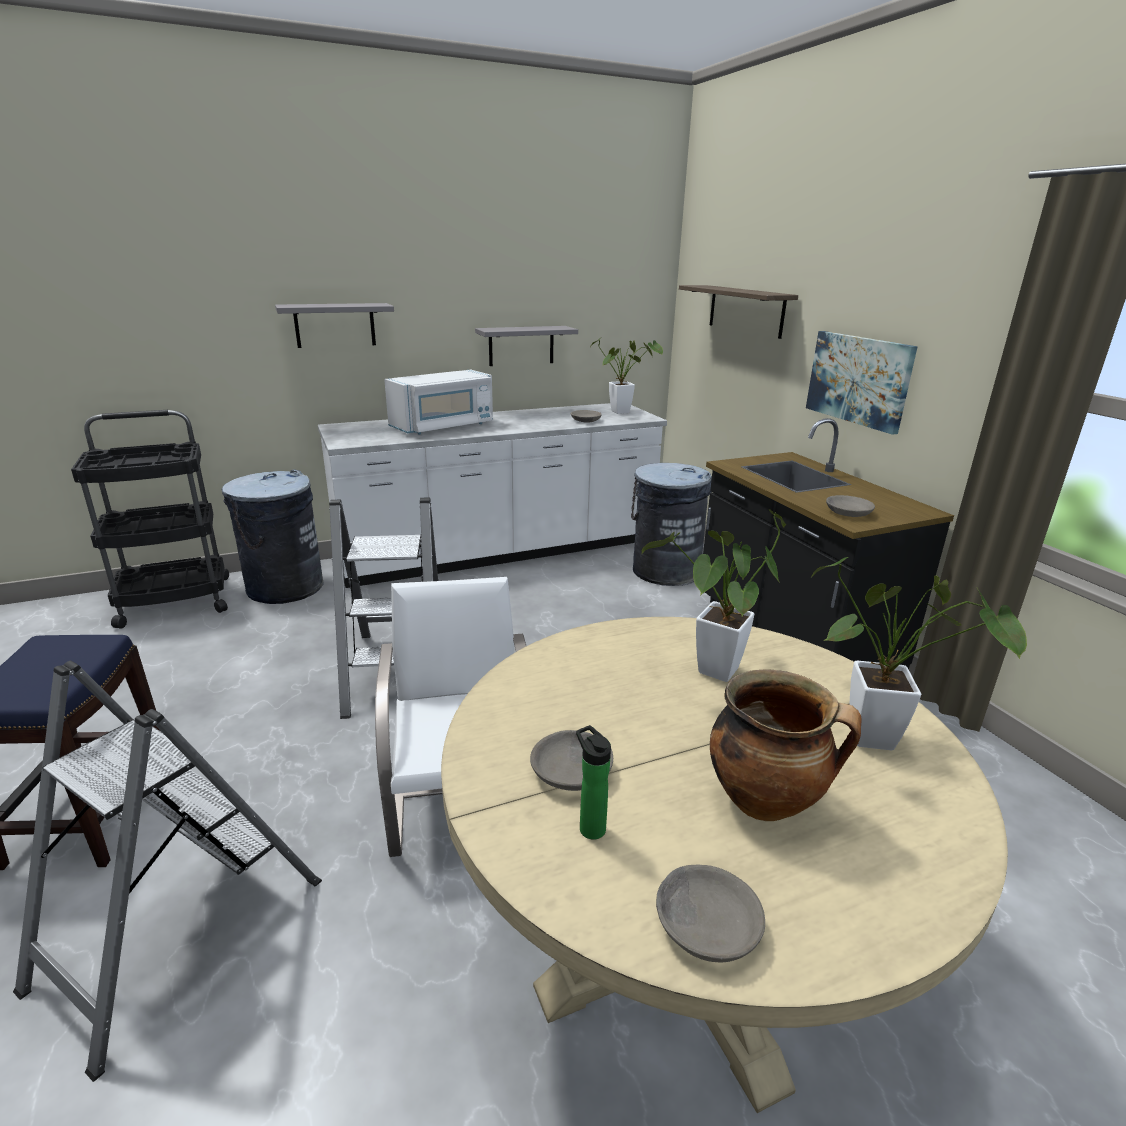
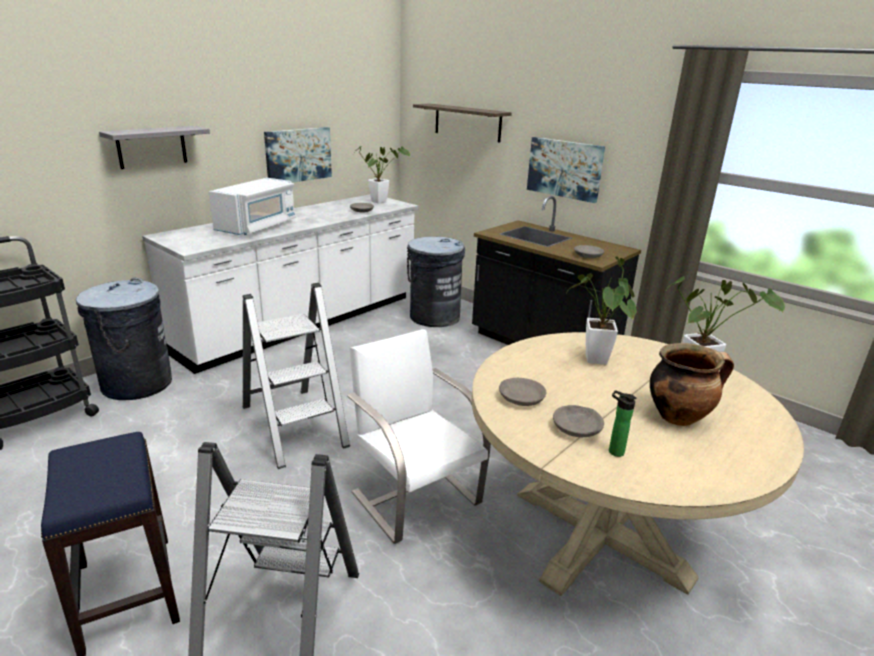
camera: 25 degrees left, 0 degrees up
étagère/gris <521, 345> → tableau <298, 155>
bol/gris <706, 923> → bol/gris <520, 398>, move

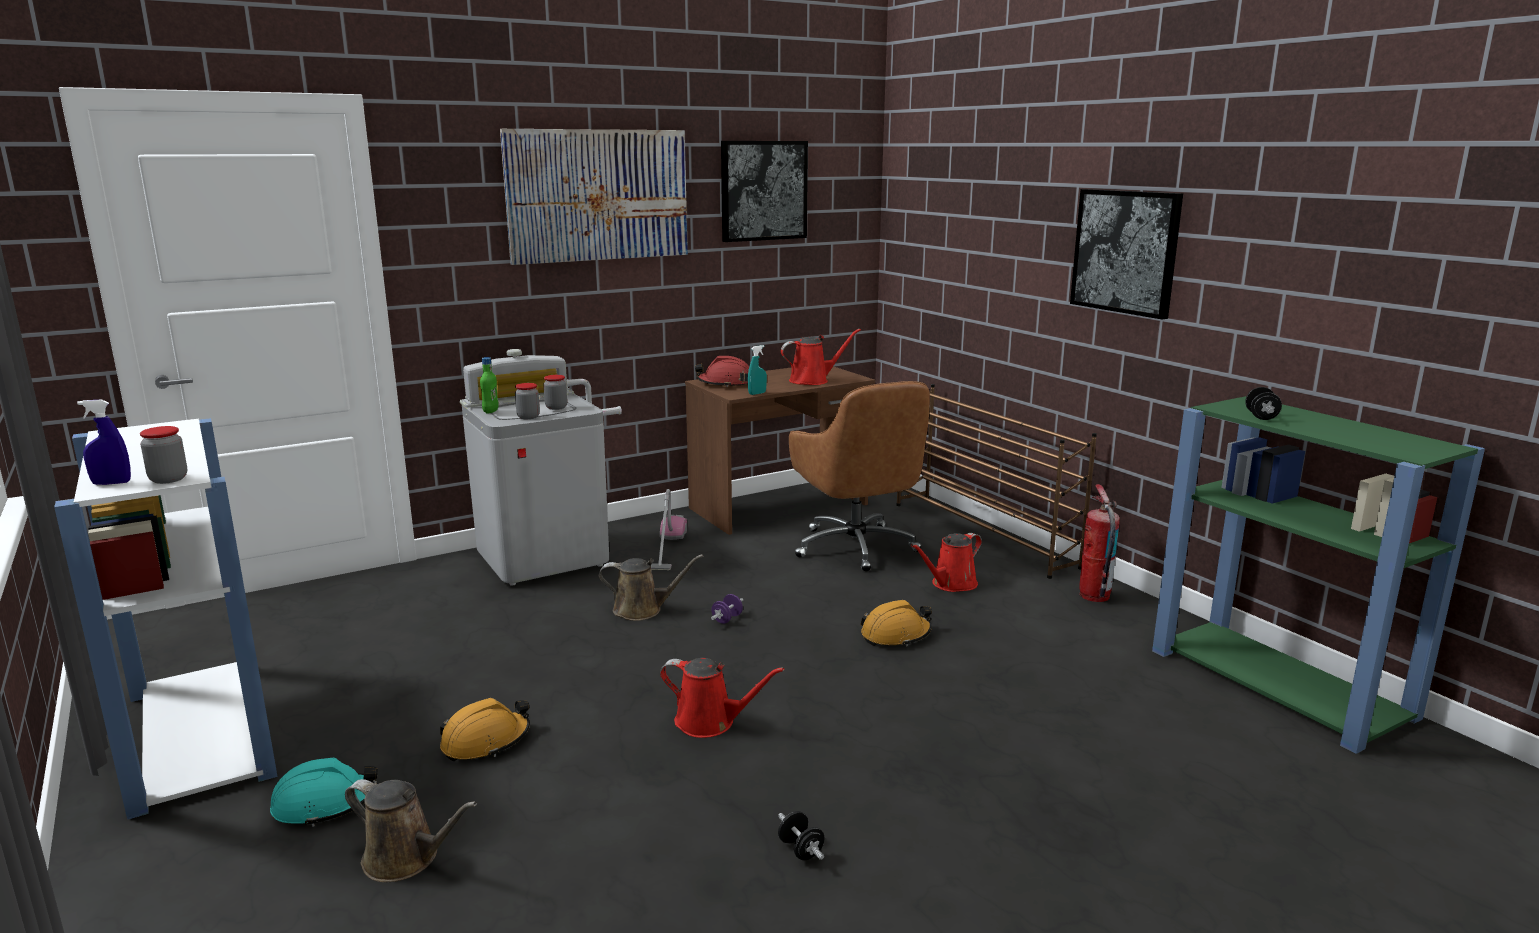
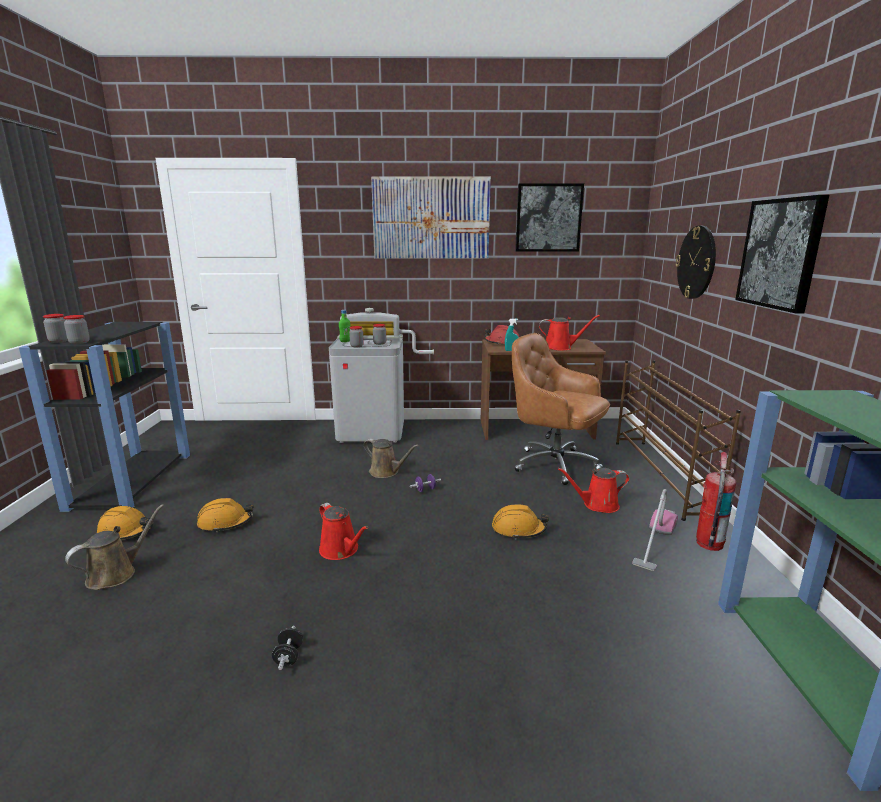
camera: 30 degrees right, 0 degrees up
bibliothèque/blanc <200, 732> → bibliothèque/noir <133, 479>
vaporisateur/bleu <111, 483> → bocal <59, 341>
casque de chantier/turquoise <325, 804> → casque de chantier/orange <126, 531>
arrosoir/marron <406, 859> → arrosoir/marron <116, 574>, 105 degrees counterclockwise
aspirateur <667, 548> → aspirateur <655, 543>, move
chaise de bureau/marron <854, 547> → chaise de bureau/marron <555, 464>, 120 degrees clockwise
haltère/noir <1261, 417> → -
- → horloge murale <696, 262>

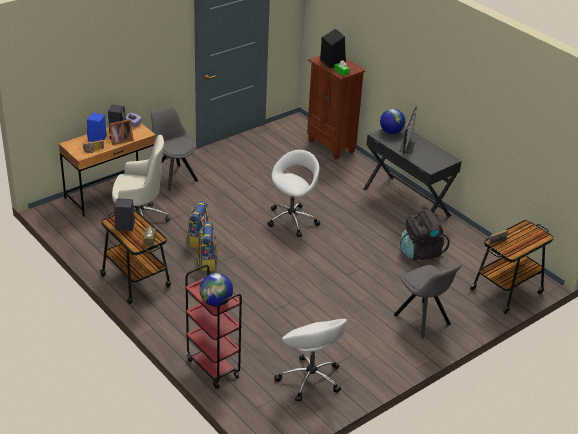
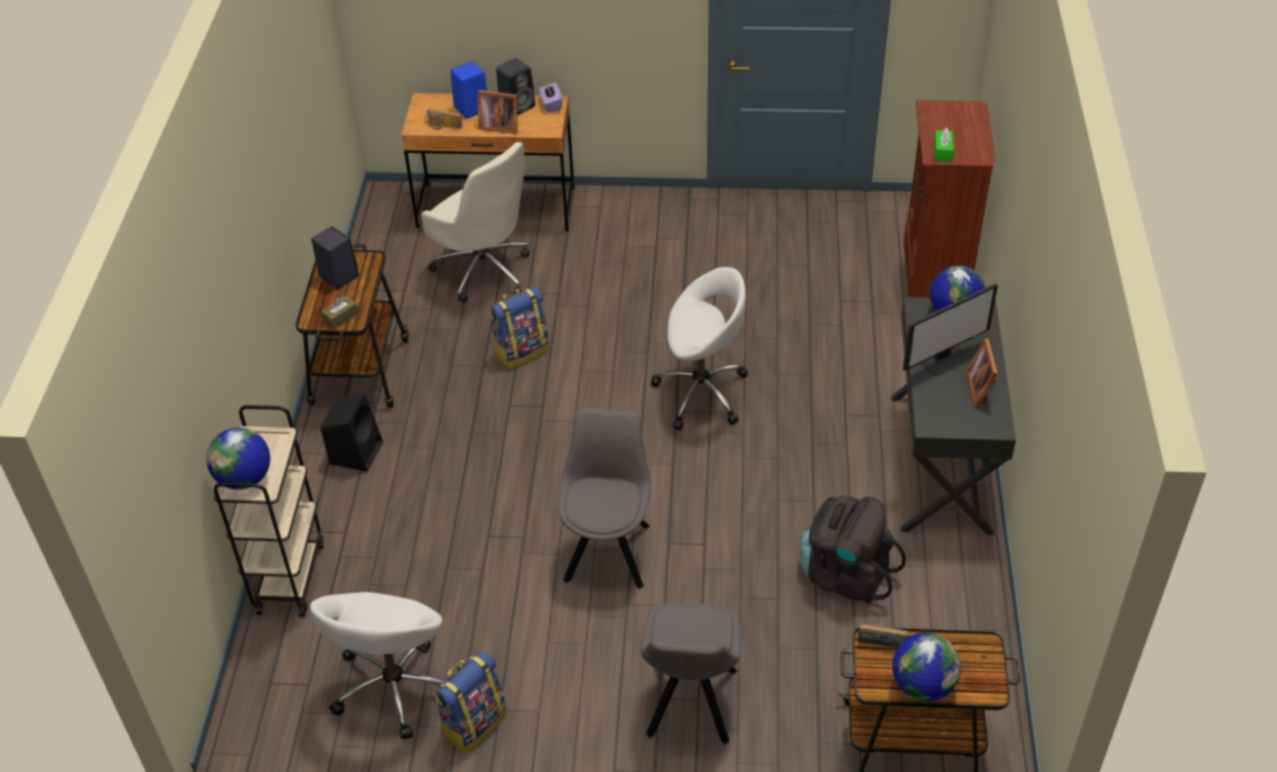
camera: 45 degrees right, 10 degrees up
chaise/gris <174, 177> → chaise/gris <608, 552>, move
chariot/rouge <212, 369> → chariot/beige <289, 578>
sac à dos <207, 262> → sac à dos <473, 723>, move
enceinte/noir <332, 62> → enceinte/noir <356, 451>, move
- → globe <923, 685>
- → cadre photo <982, 387>

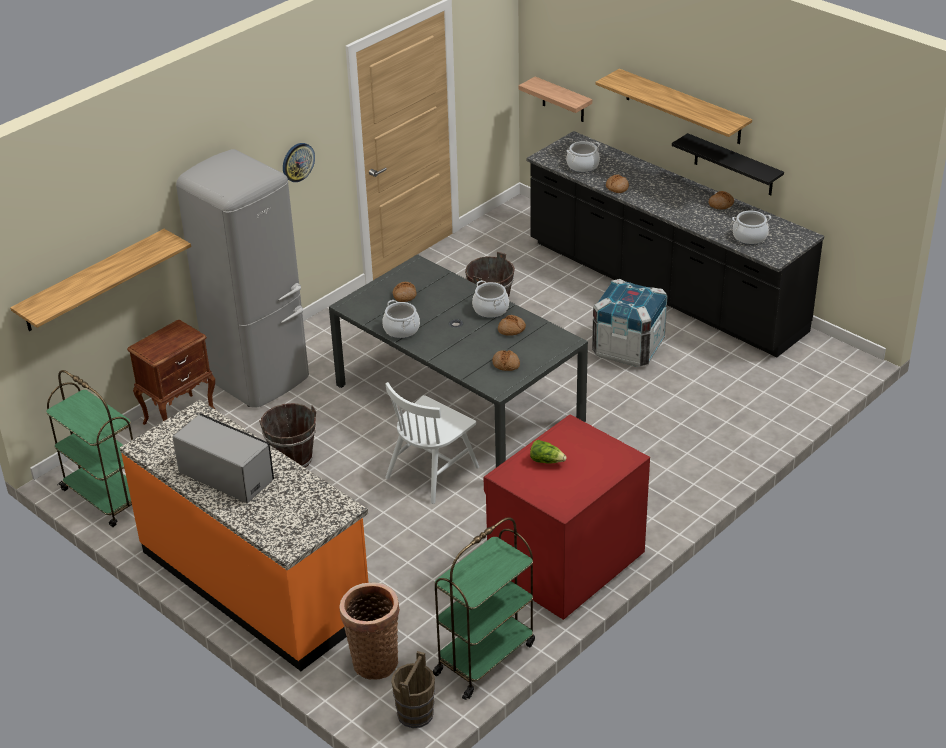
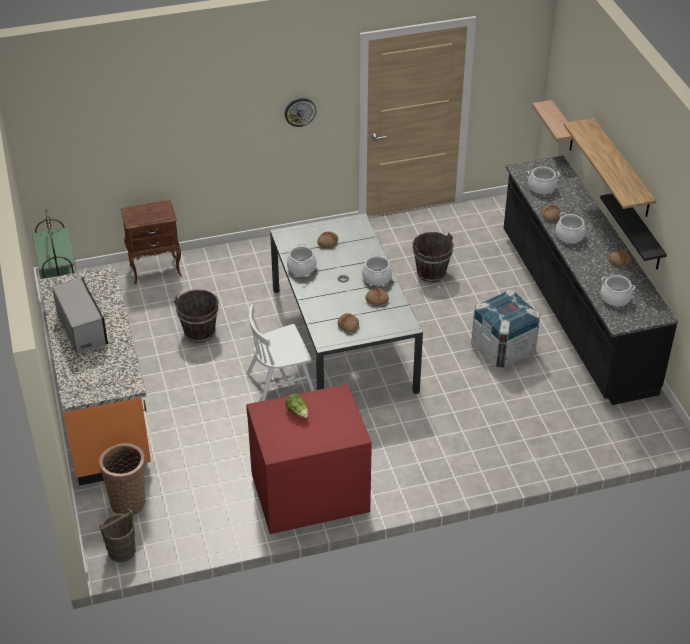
camera: 30 degrees right, 5 degrees up
étagère <92, 281> → -
réfrigérateur/gris <261, 379> → -
chariot/vert <486, 658> → -
- → marmite <569, 236>

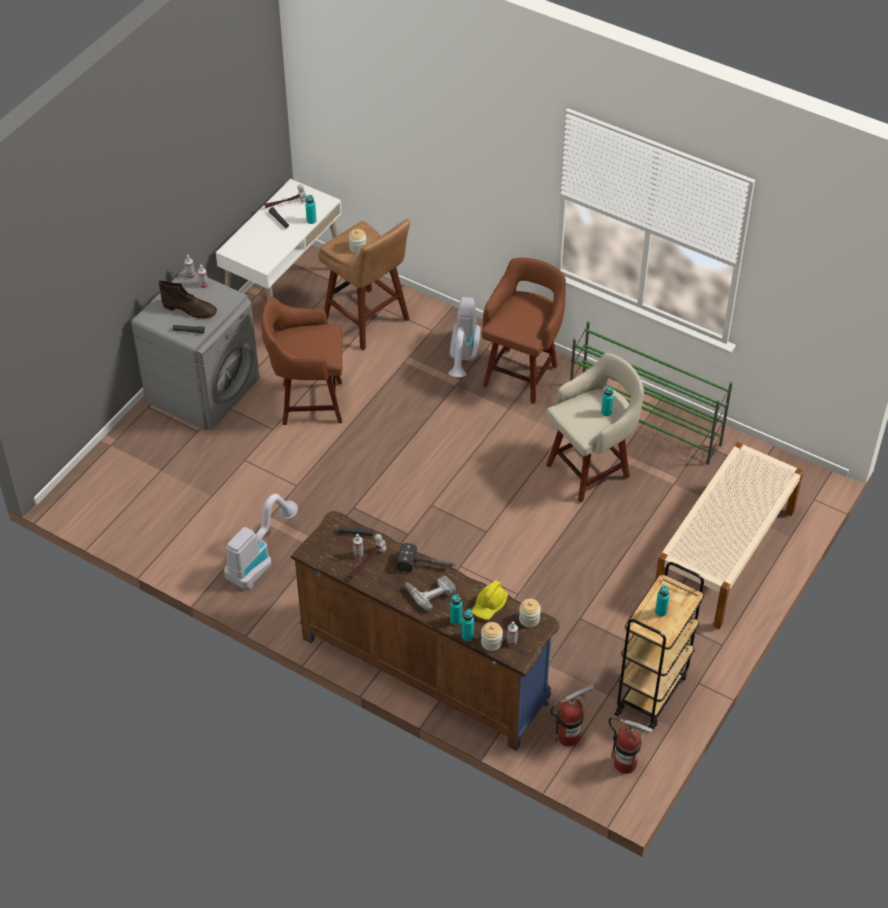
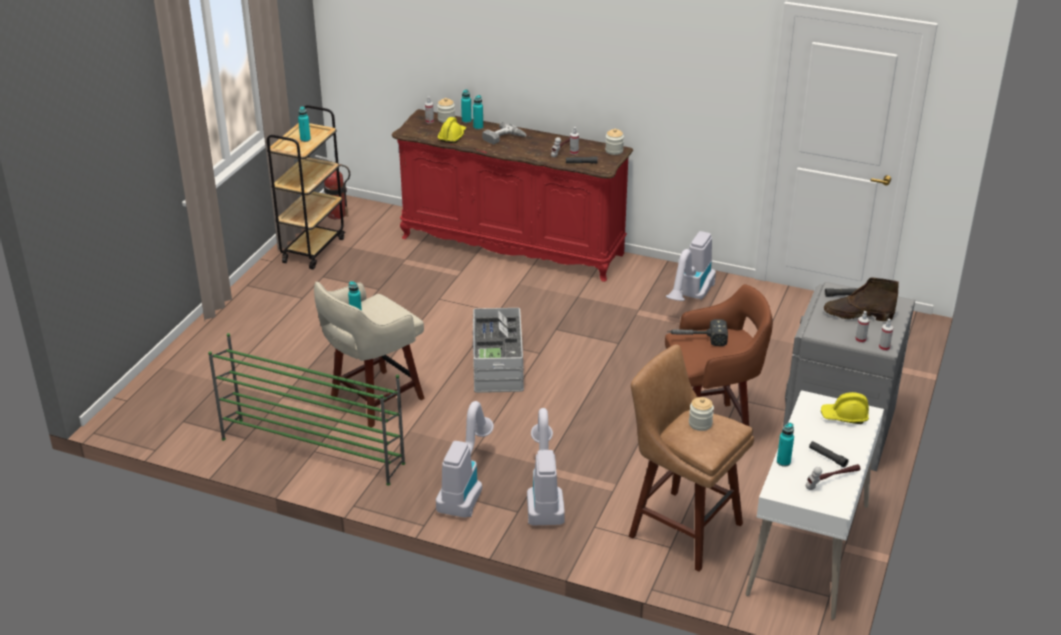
camera: 170 degrees right, 15 degrees down
meuble de rangement/bleu <425, 668> → meuble de rangement/rouge <511, 247>
marteau <427, 565> → marteau <696, 338>, move
tabouret/marron <522, 373> → aspirateur <465, 488>
bocal <529, 619> → bocal <614, 151>, move
extincteur <568, 736> → -
banc/beige <725, 554> → -
- → boîte de rangement/gris <497, 365>
- → casque de chantier/jaune <844, 416>

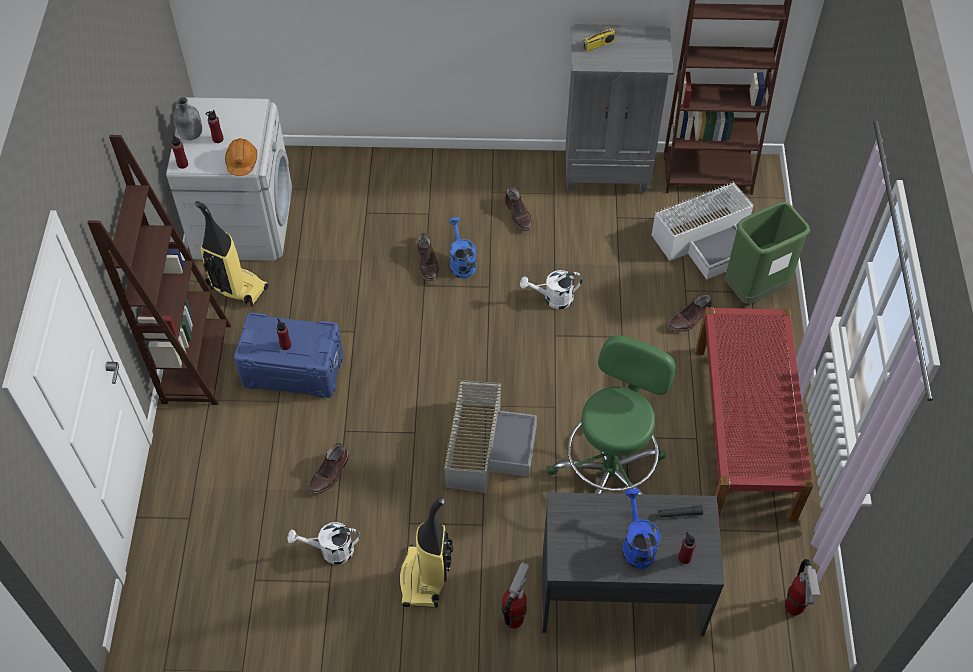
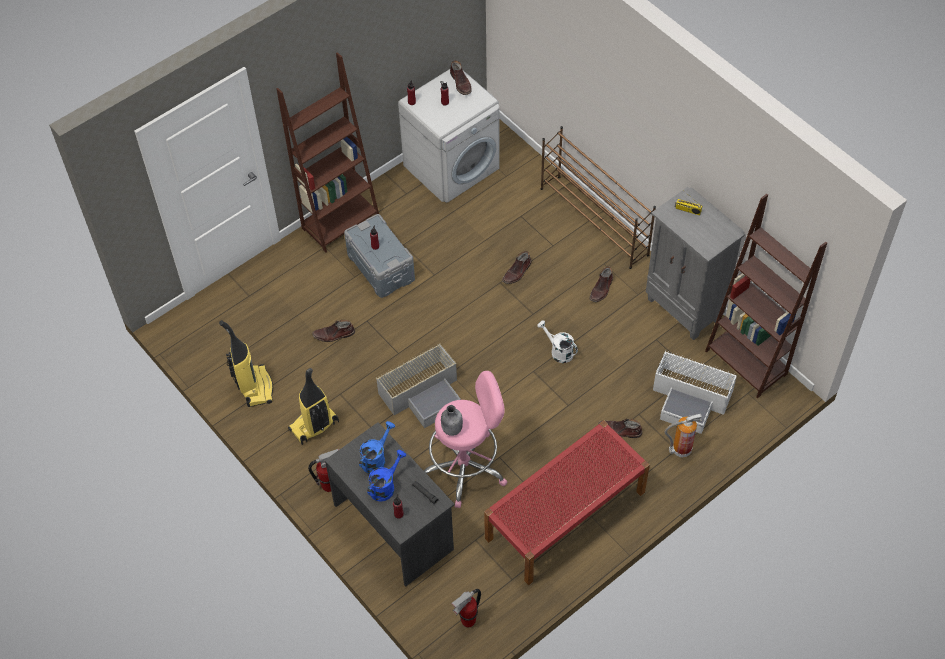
camera: 50 degrees right, 0 degrees up
bouteille/gris <191, 135> → bouteille/gris <451, 429>, move
aspirateur <236, 288> → aspirateur <255, 387>, move
casque de chantier/orange <242, 161> → -
boîte de rangement/bleu <293, 368> → boîte de rangement/gris <381, 267>
arrosoir/blanc <330, 551> → -
arrosoir/bleu <461, 262> → arrosoir/bleu <376, 458>, move
tabouret/vert <609, 474> → tabouret/rose <465, 466>
poubelle/vert <755, 289> → extincteur <680, 450>
- → botte/marron <461, 83>
- → étagère à chaussures/marron <594, 222>

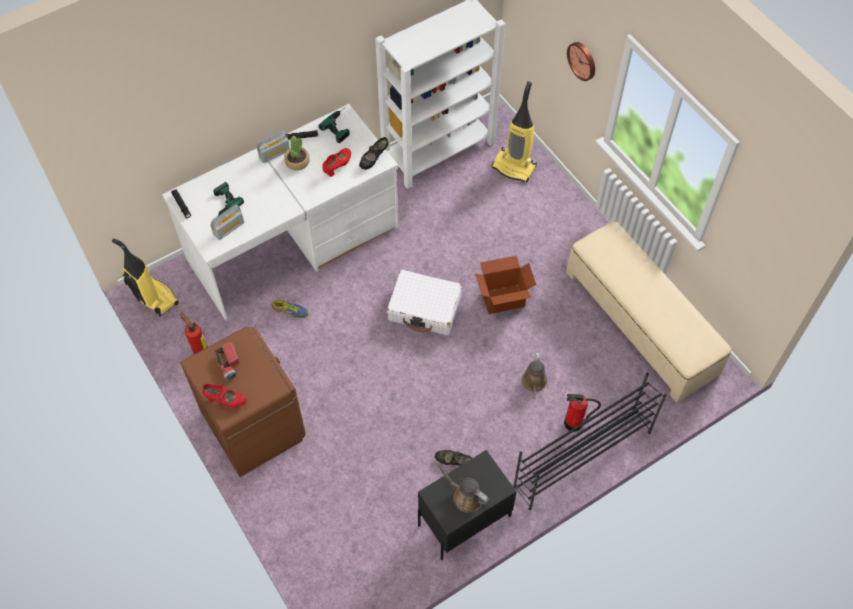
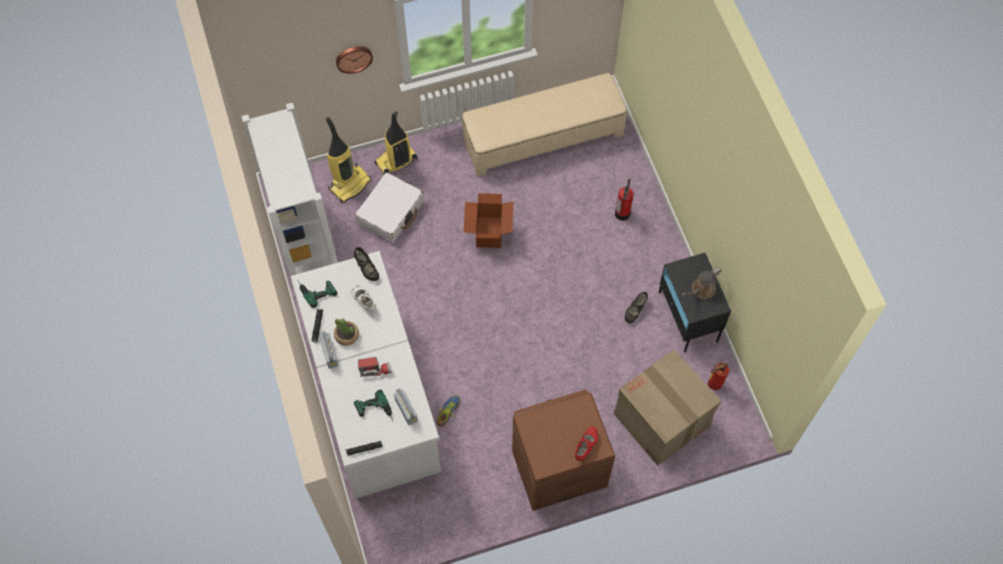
camera: 75 degrees left, 5 degrees up
aspirateur <154, 298> → aspirateur <396, 162>, move
extincteur <199, 348> → extincteur <712, 385>, move
lampe de poche <229, 364> → lampe de poche <375, 369>, move
chaussure/rouge <337, 166> → chaussure/blanc <364, 301>
valise/blanc <425, 308> → valise/blanc <391, 212>, move
étagère à chaussures/noir <581, 459> → -
arrosoir/marron <534, 383> → -
- → carton <662, 420>

